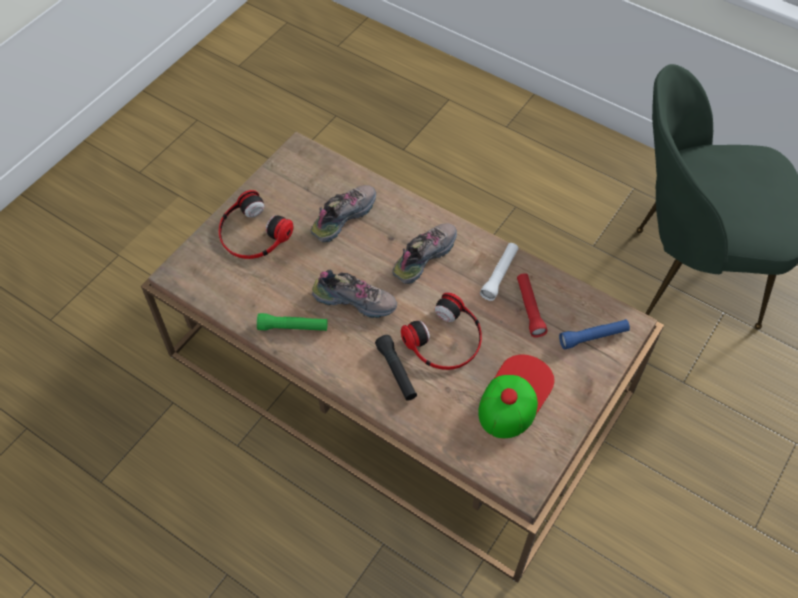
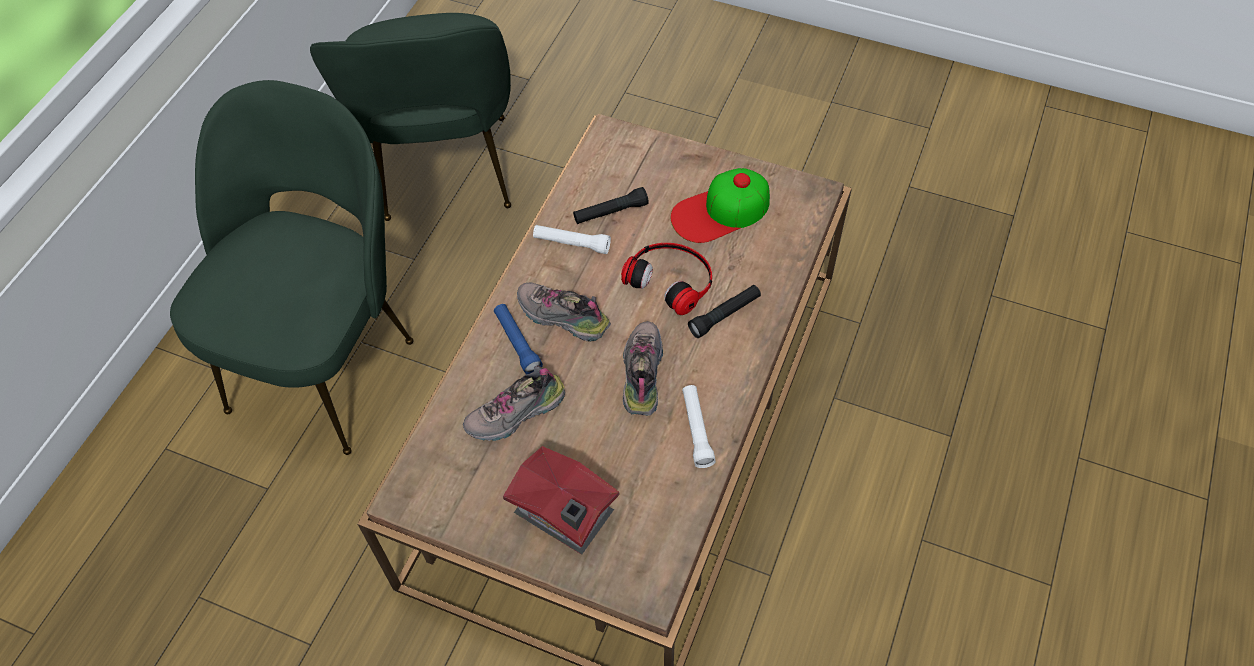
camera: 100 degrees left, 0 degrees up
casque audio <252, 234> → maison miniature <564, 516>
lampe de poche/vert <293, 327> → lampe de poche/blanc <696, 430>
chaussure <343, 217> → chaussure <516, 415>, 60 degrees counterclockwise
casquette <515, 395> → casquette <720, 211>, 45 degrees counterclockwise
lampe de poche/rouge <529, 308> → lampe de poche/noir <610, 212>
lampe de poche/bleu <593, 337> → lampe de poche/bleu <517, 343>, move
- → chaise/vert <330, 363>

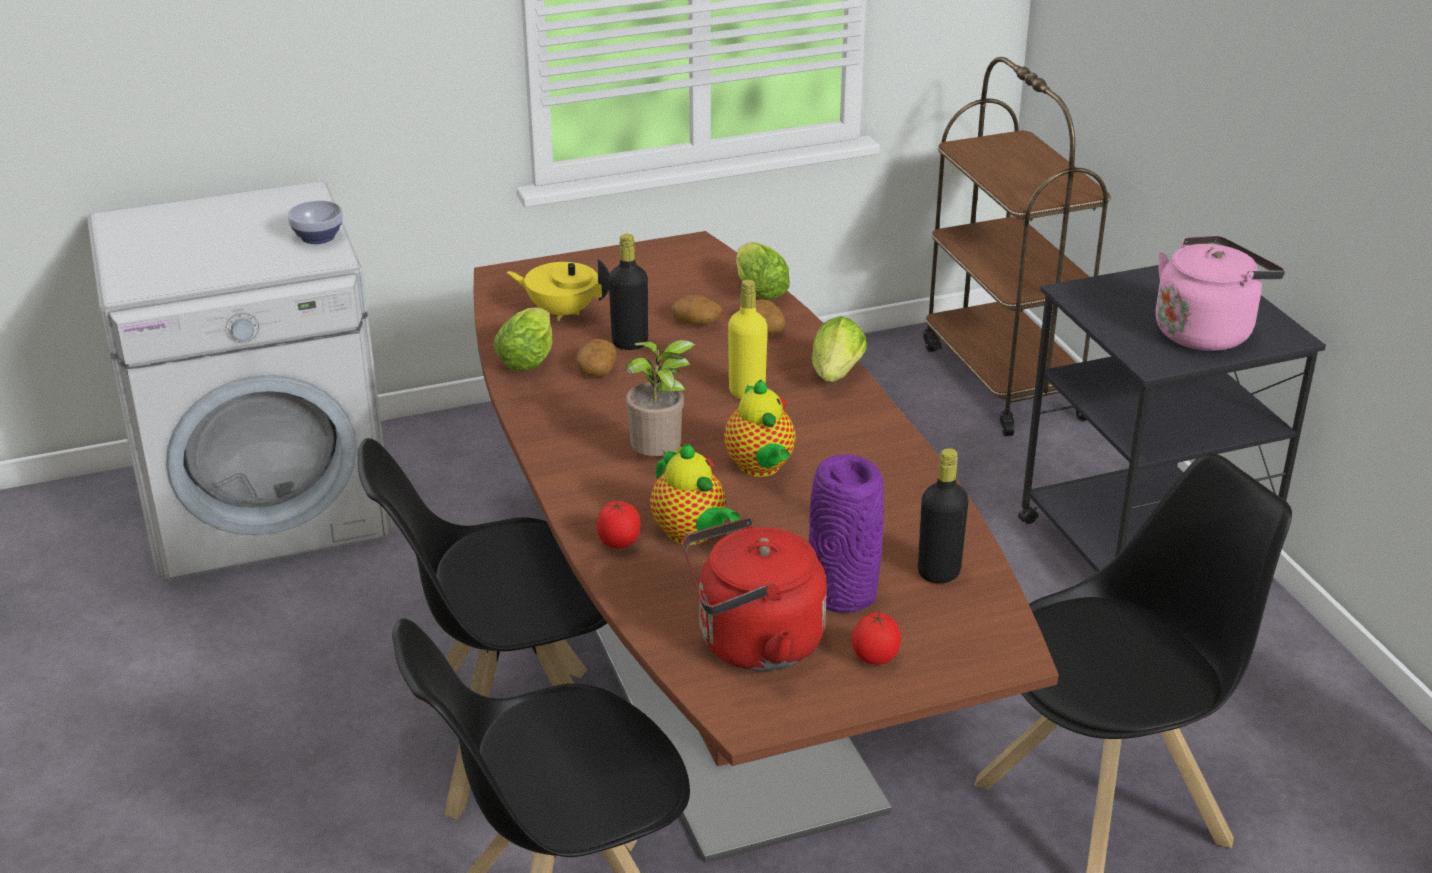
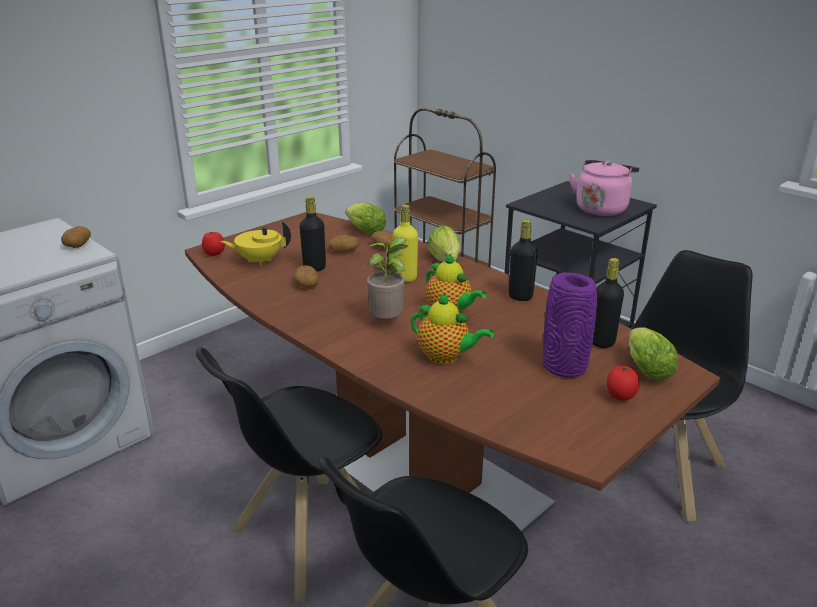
camera: 25 degrees left, 5 degrees down
bol <320, 237> → pomme de terre <78, 245>
laitue <529, 358> → laitue <645, 368>, move
tomate <619, 543> → tomate <214, 254>, move
bouilloire/rouge <752, 644> → -
- → bouteille/noir <520, 296>

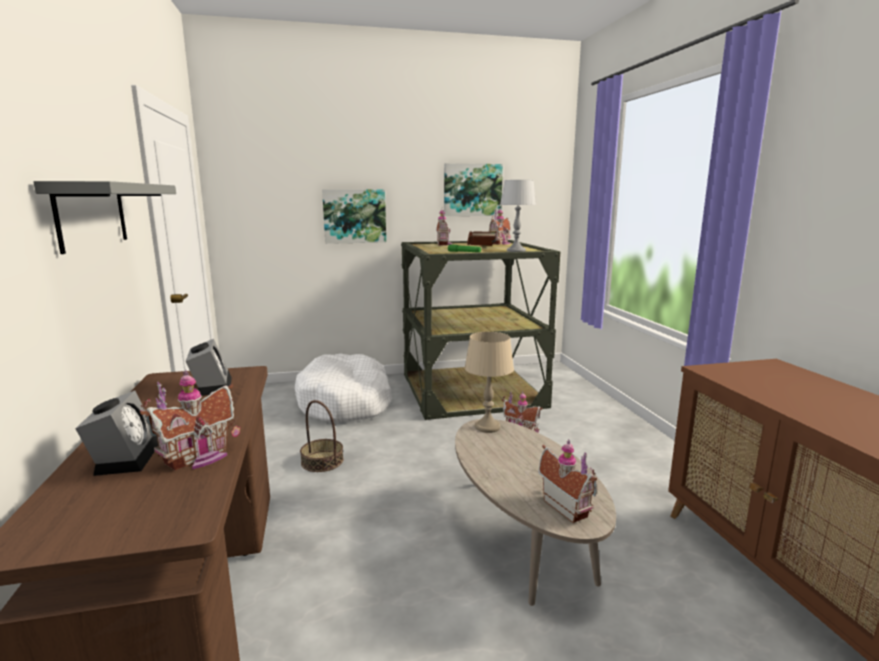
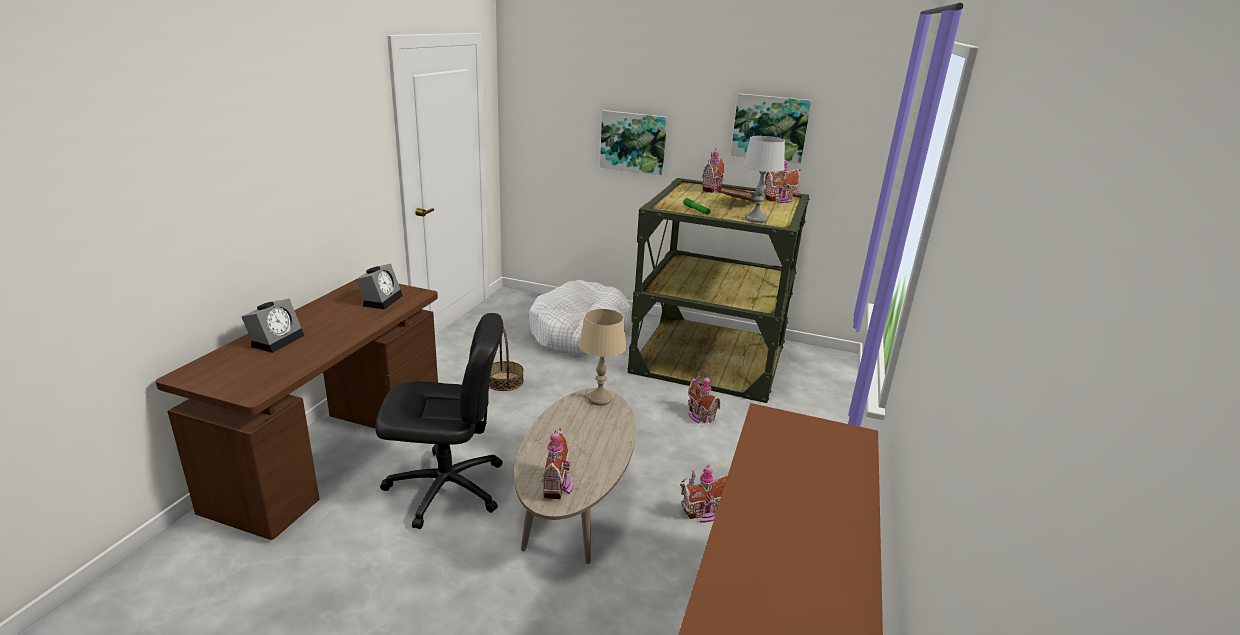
camera: 30 degrees right, 10 degrees up
étagère/gris <92, 215> → -
maison miniature <200, 458> → maison miniature <703, 513>, move
- → chaise de bureau/noir <447, 488>

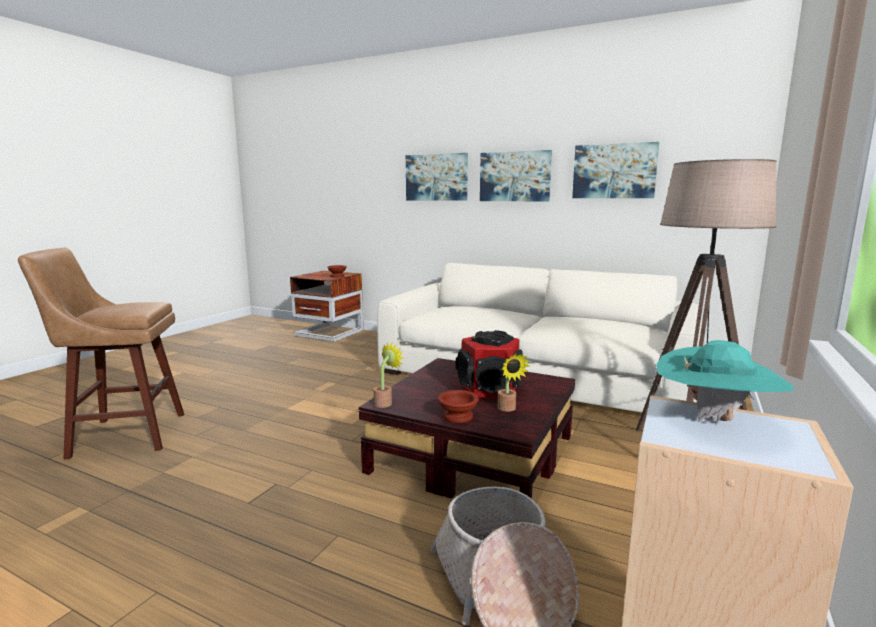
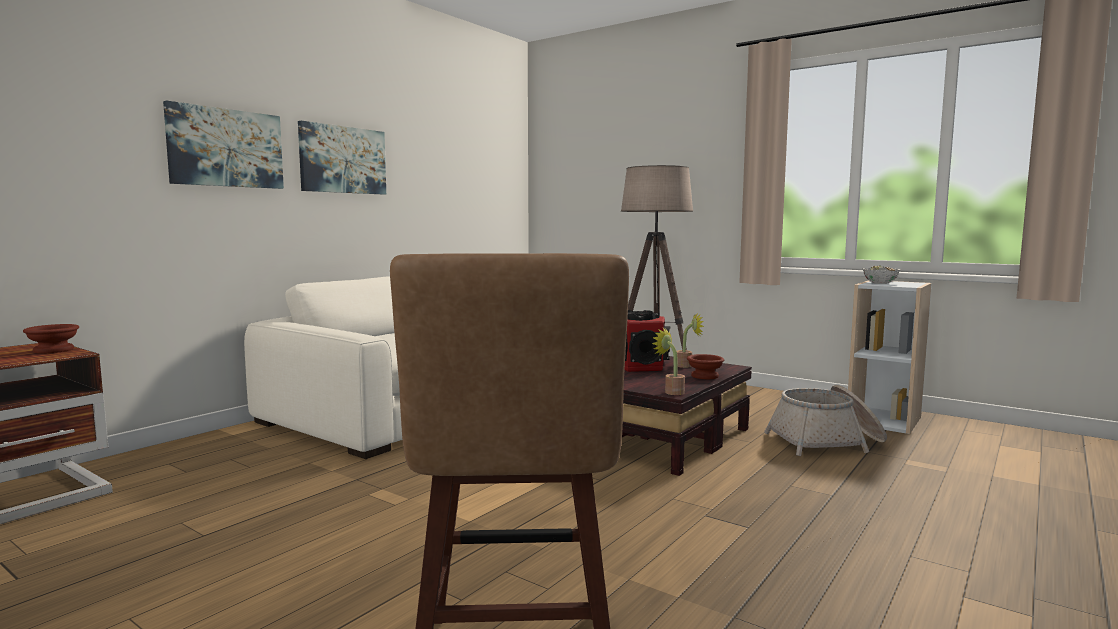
camera: 80 degrees left, 5 degrees down
tableau <614, 171> → -
chapeau/turquoise <715, 419> → bol <880, 283>

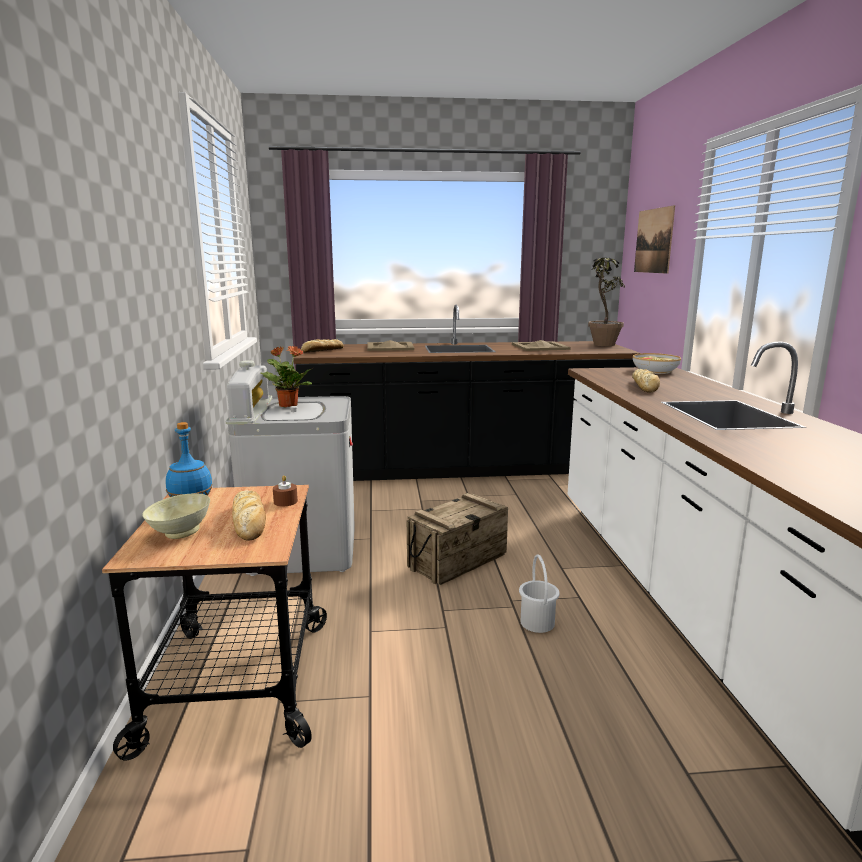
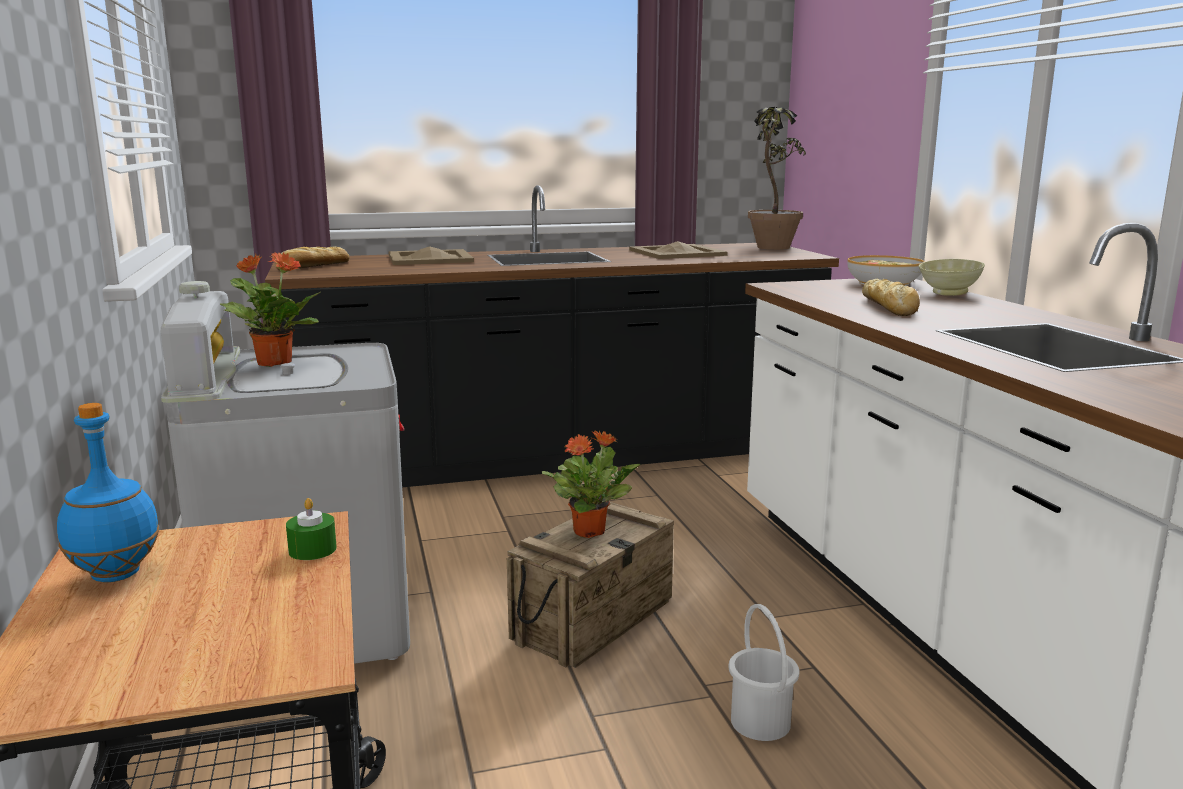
camera: 10 degrees left, 0 degrees up
bol/beige <179, 533> → bol/beige <947, 293>, move
pain <249, 522> → -
bougie/marron <285, 501> → bougie/vert <312, 549>
tableau <653, 241> → -
- → plante en pot <590, 531>

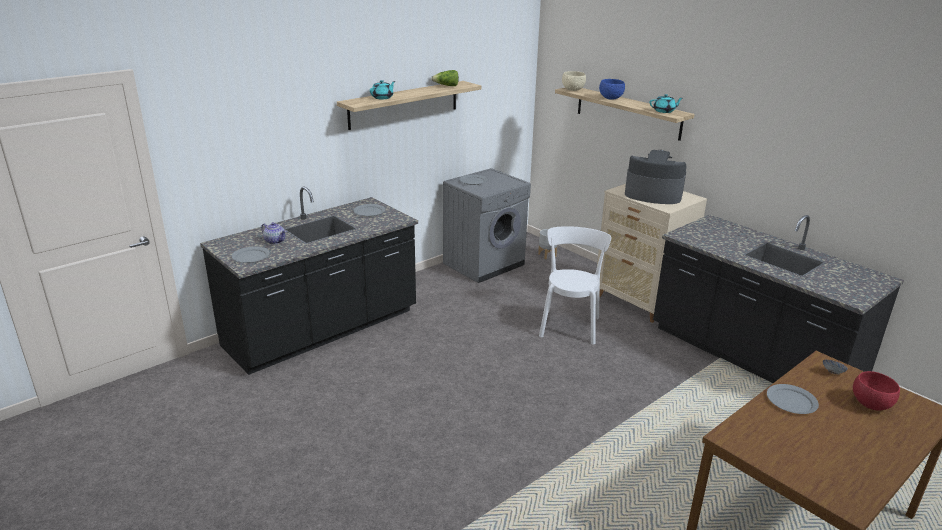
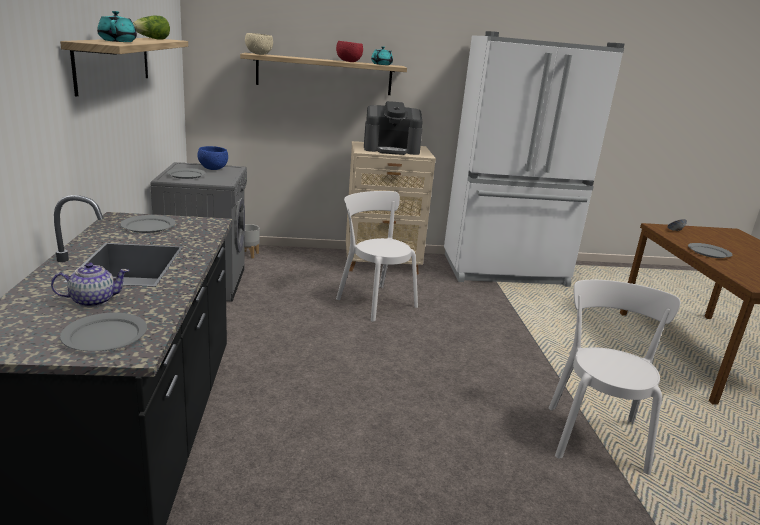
camera: 55 degrees left, 5 degrees down
bol/bleu <610, 98> → bol/bleu <213, 169>, move
machine à café <652, 195> → machine à café <391, 149>, 150 degrees counterclockwise
comptoir de cuisine/noir <751, 358> → réfrigérateur/blanc <505, 271>
bol/rouge <871, 405> → bol/rouge <349, 62>, move
- → chaise/blanc <595, 435>

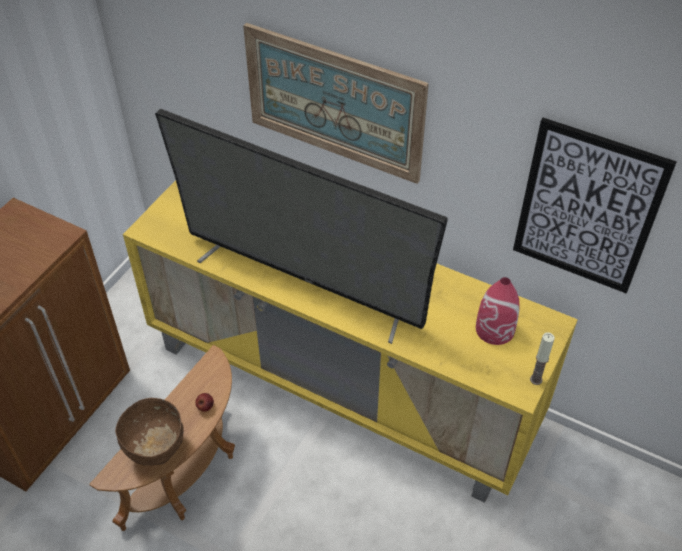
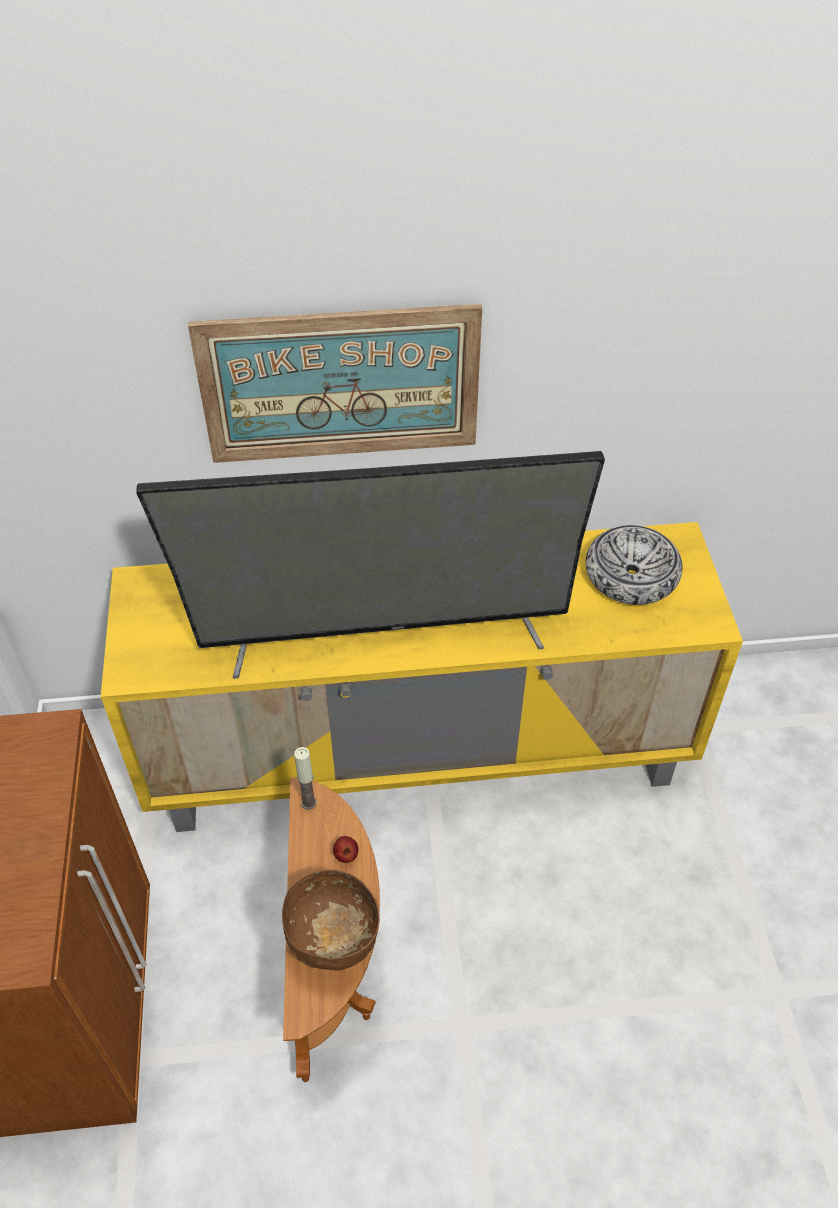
camera: 35 degrees left, 0 degrees up
vase/rouge <495, 329> → bol <631, 575>
tableau <587, 208> → -
bougie <536, 379> → bougie <309, 802>, move

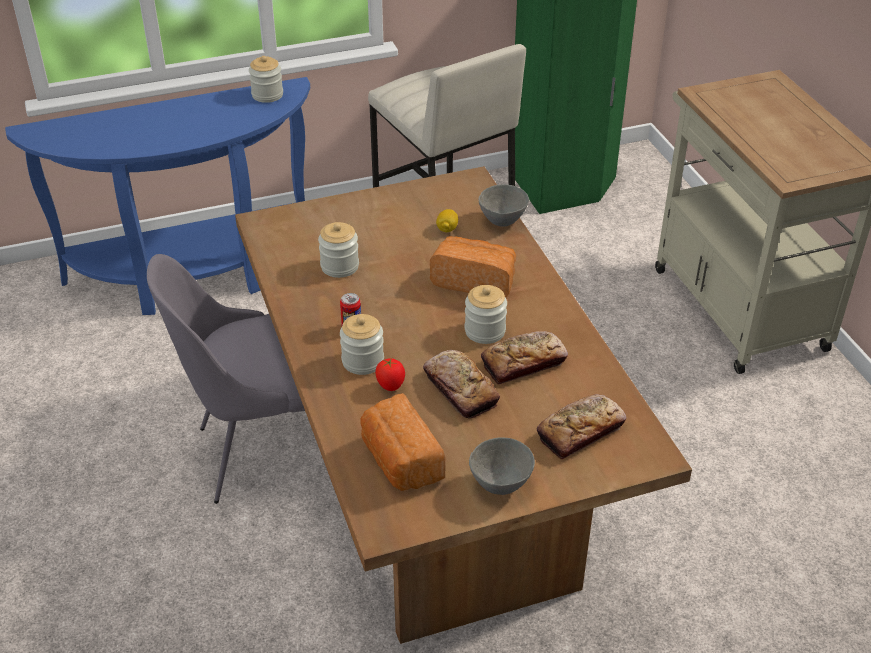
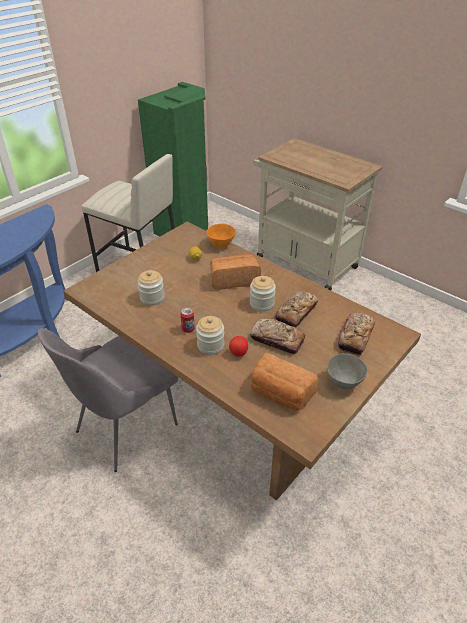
camera: 30 degrees left, 0 degrees up
bocal <267, 95> → -
bol/gris <502, 222> → bol/orange <221, 245>

